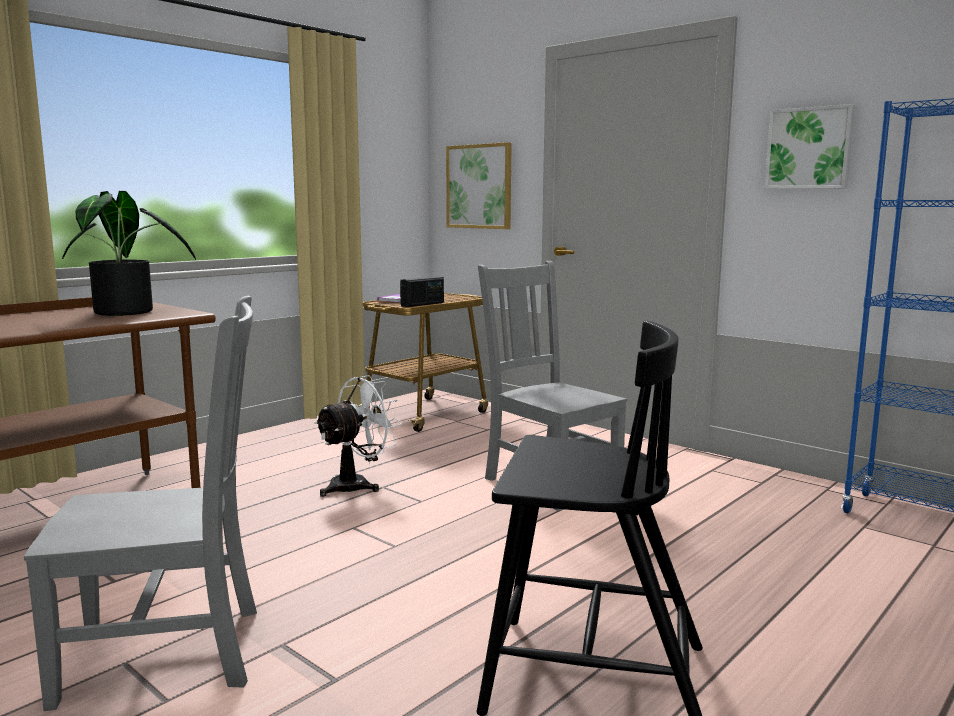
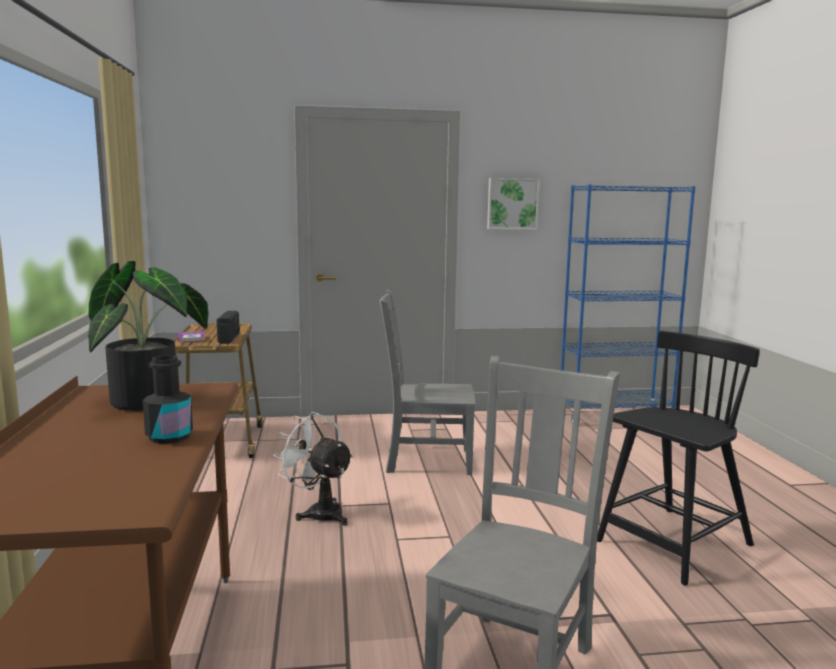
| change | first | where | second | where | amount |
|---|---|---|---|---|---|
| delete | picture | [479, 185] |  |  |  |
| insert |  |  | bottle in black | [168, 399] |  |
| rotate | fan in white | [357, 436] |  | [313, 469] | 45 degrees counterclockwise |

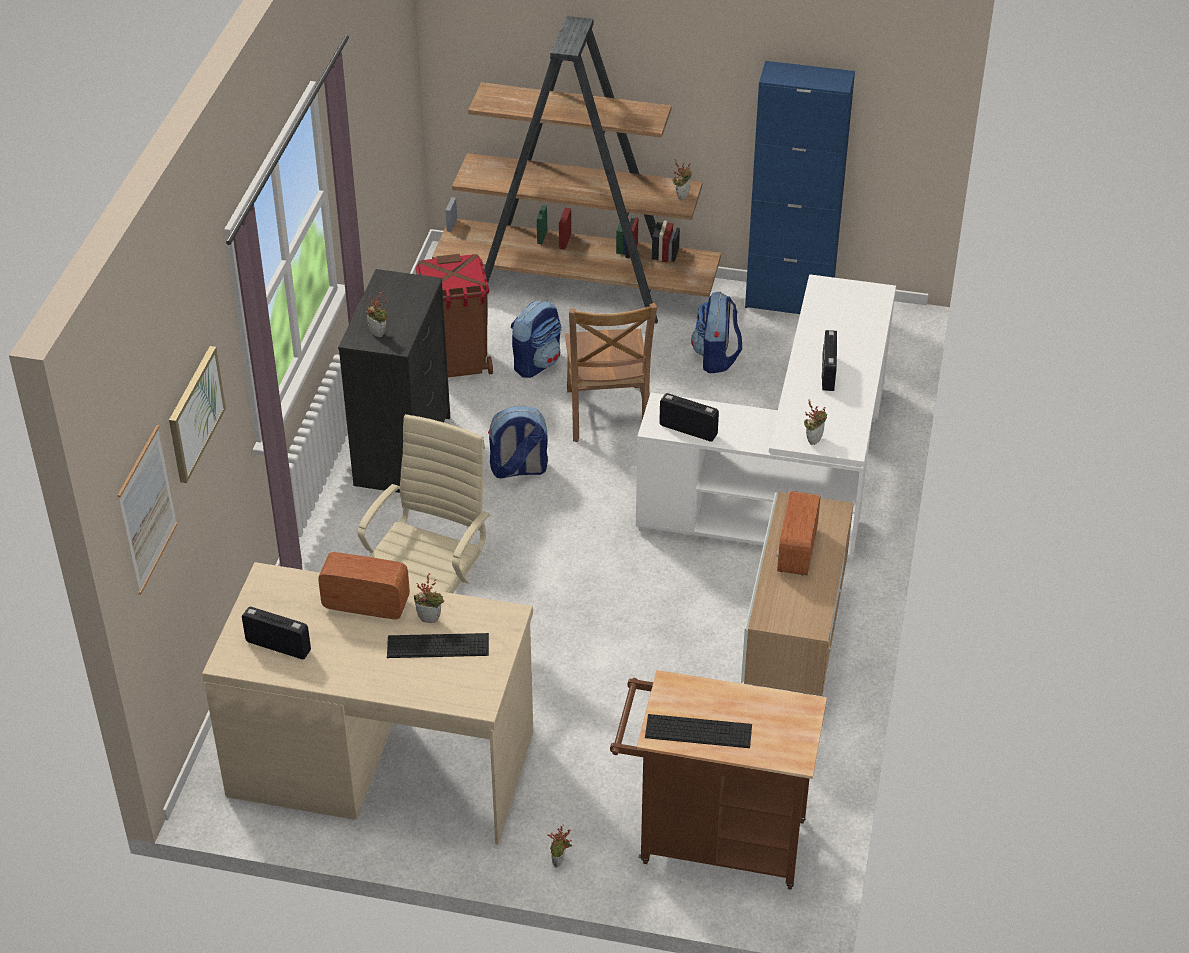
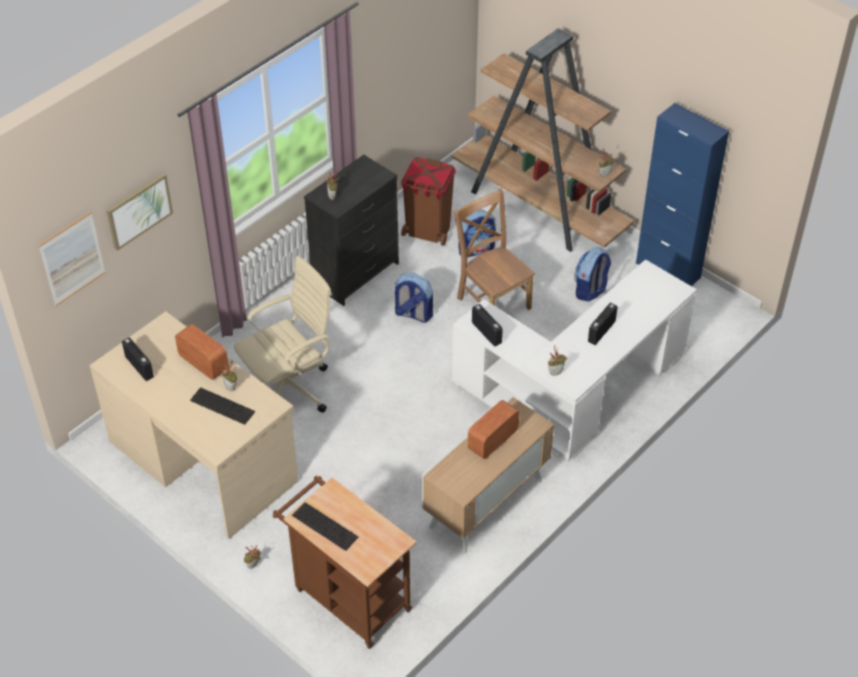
| change | first | where | second | where | amount |
|---|---|---|---|---|---|
| rotate | chair in brown | [611, 372] |  | [494, 249] | 120 degrees clockwise |

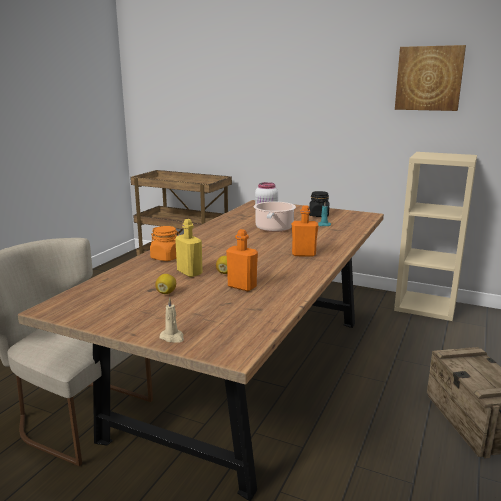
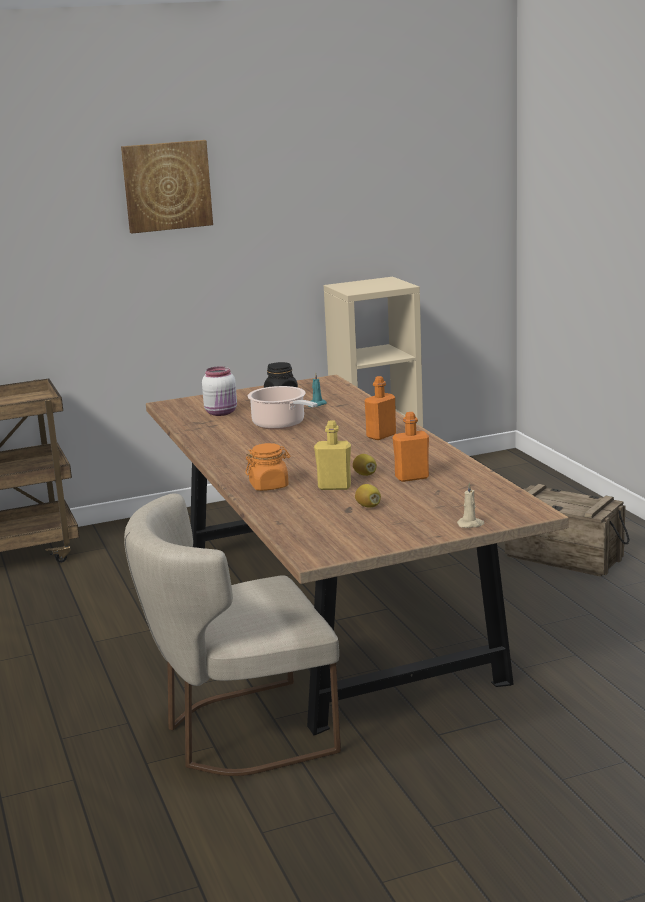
| change | first | where | second | where | amount |
|---|---|---|---|---|---|
| move | picture | [430, 78] |  | [167, 187] |  |

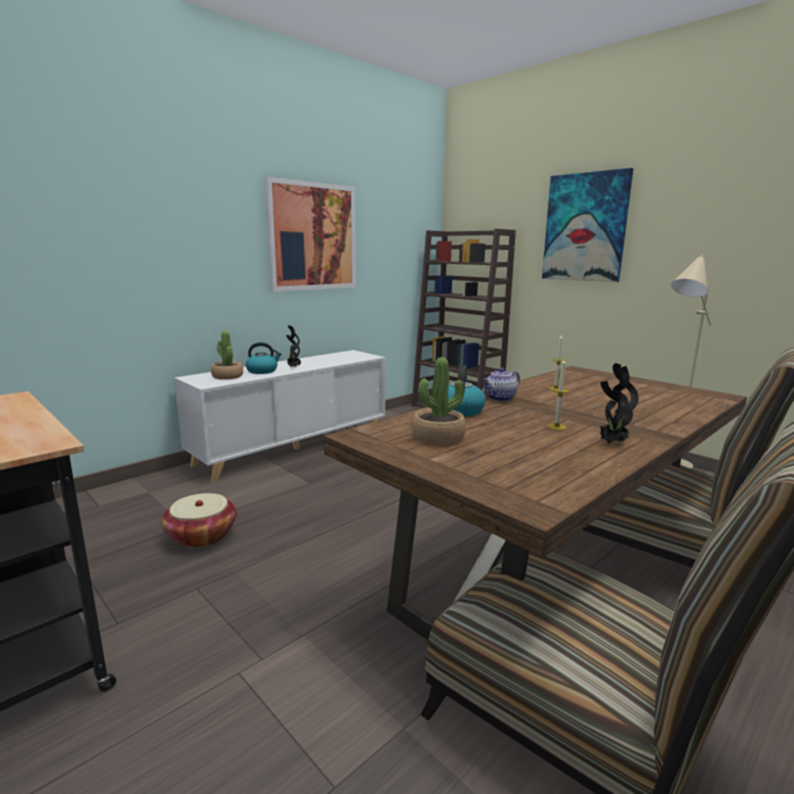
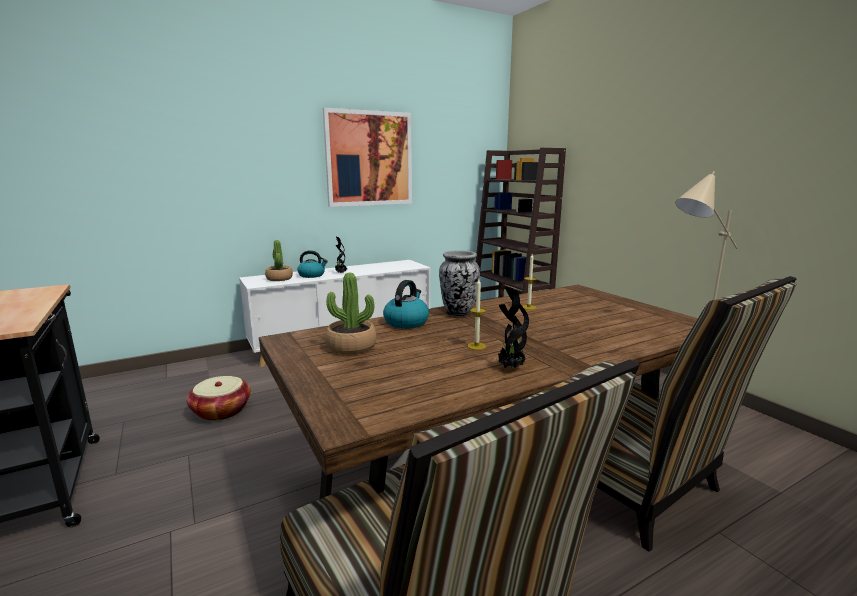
| change | first | where | second | where | amount |
|---|---|---|---|---|---|
| delete | picture | [588, 225] |  |  |  |
| replace | teapot | [500, 385] | vase | [459, 283] |  |

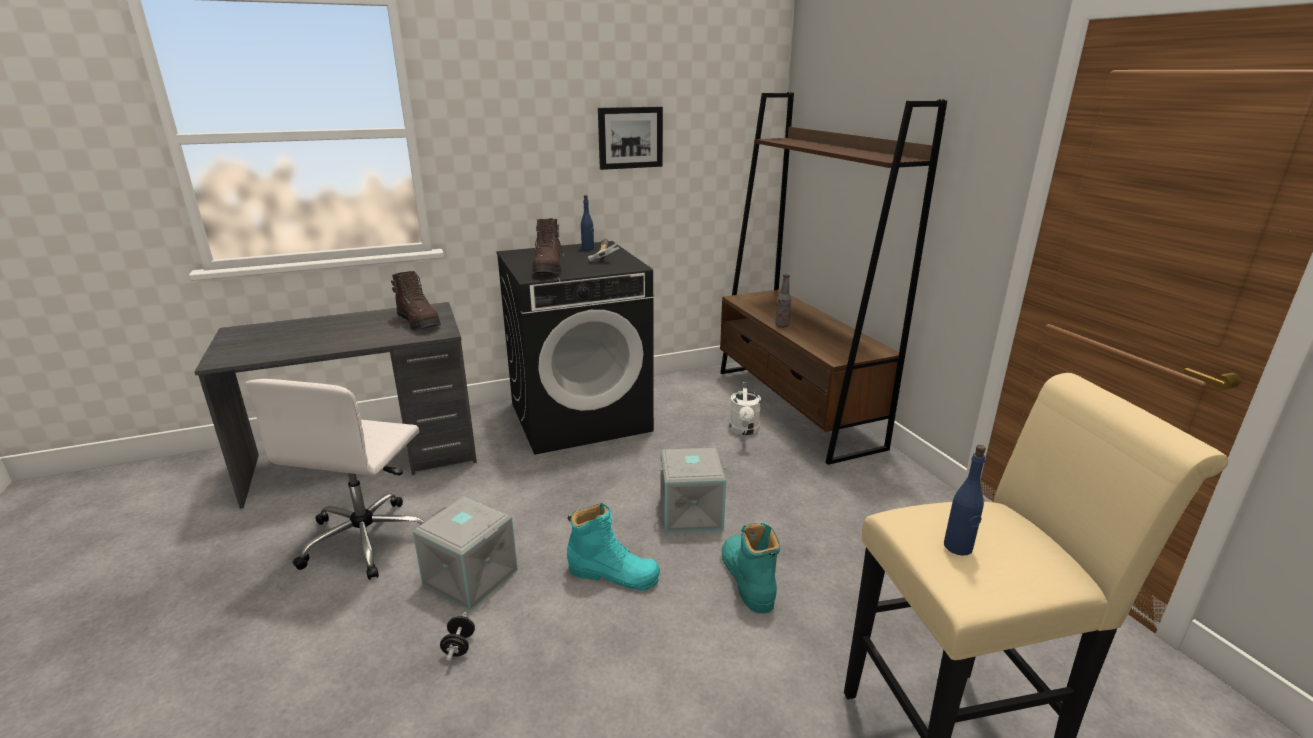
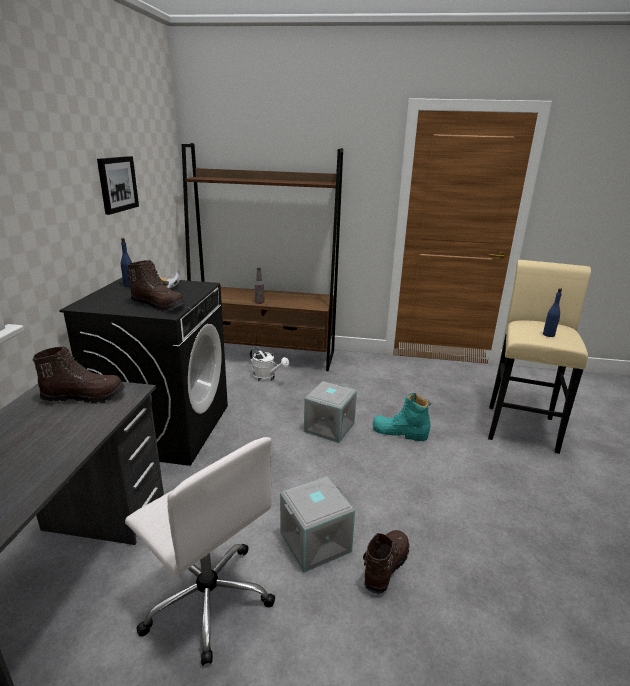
| change | first | where | second | where | amount |
|---|---|---|---|---|---|
| delete | boot in turquoise | [613, 547] |  |  |  |
| replace | dumbbell in black | [457, 637] | boot in brown | [386, 562] |  |

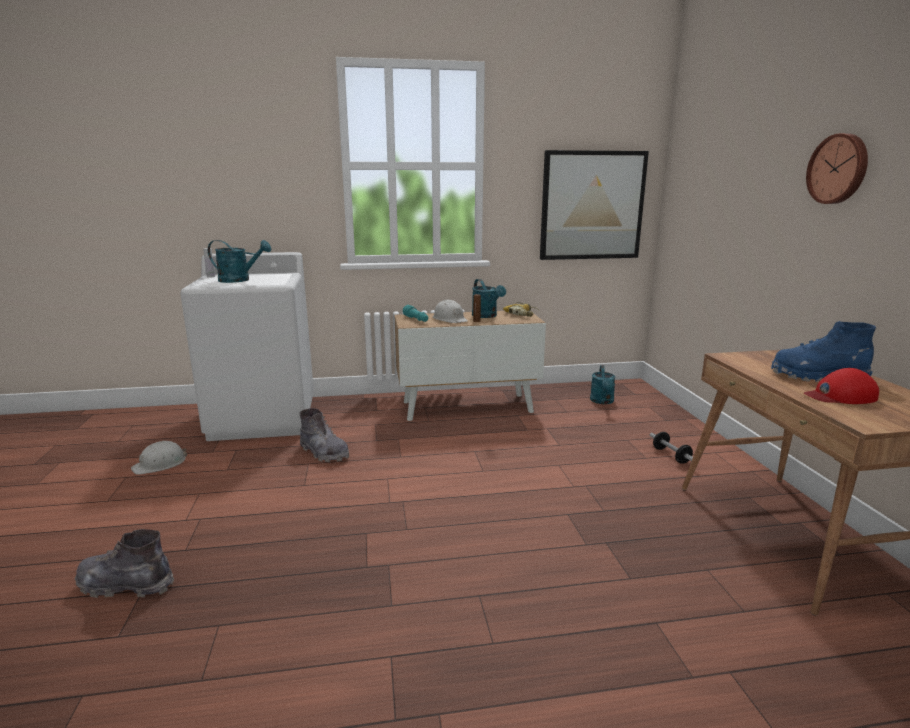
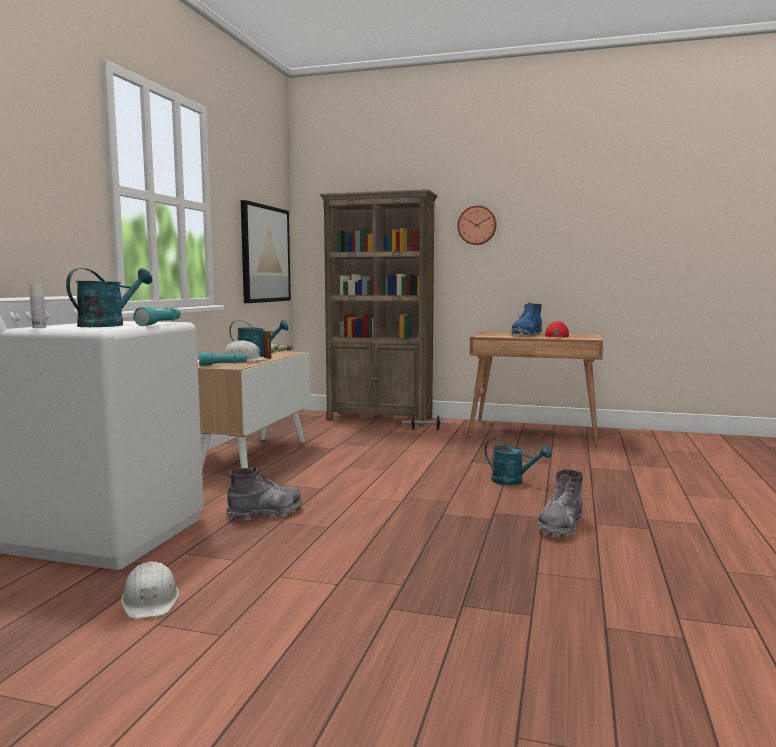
| change | first | where | second | where | amount |
|---|---|---|---|---|---|
| insert |  |  | flashlight in turquoise | [157, 316] |  |
| insert |  |  | bookcase in brown | [379, 307] |  |
| move | boot in grey | [124, 563] |  | [560, 504] |  |
| move | watering can in turquoise | [603, 384] |  | [518, 461] |  |

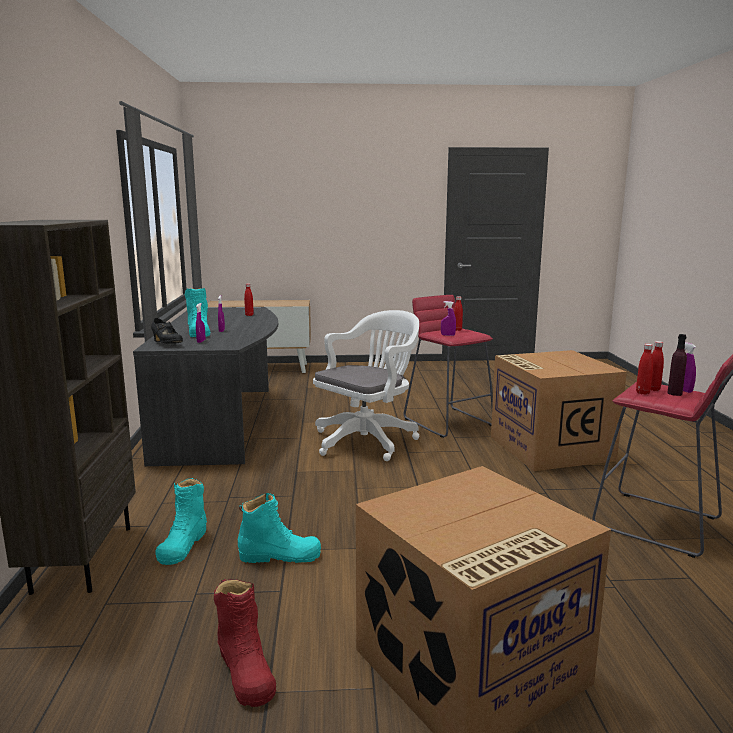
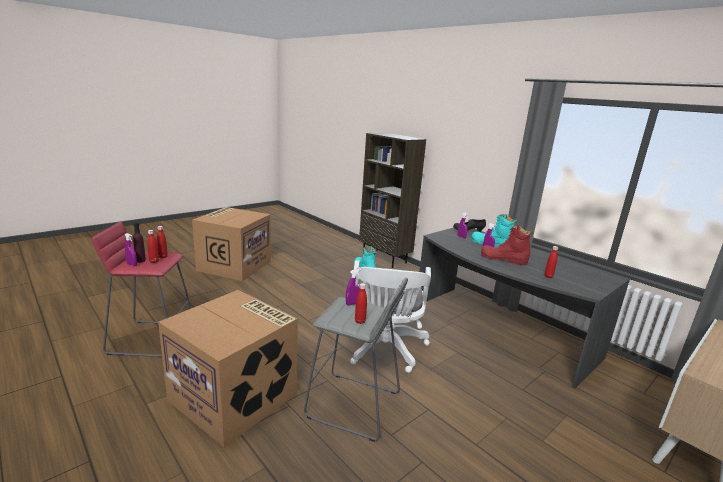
| change | first | where | second | where | amount |
|---|---|---|---|---|---|
| delete | boot in turquoise | [279, 528] |  |  |  |
| move | boot in red | [245, 643] |  | [507, 245] |  |
| recolor | stool in red | [448, 366] | stool in grey | [356, 360] |  |

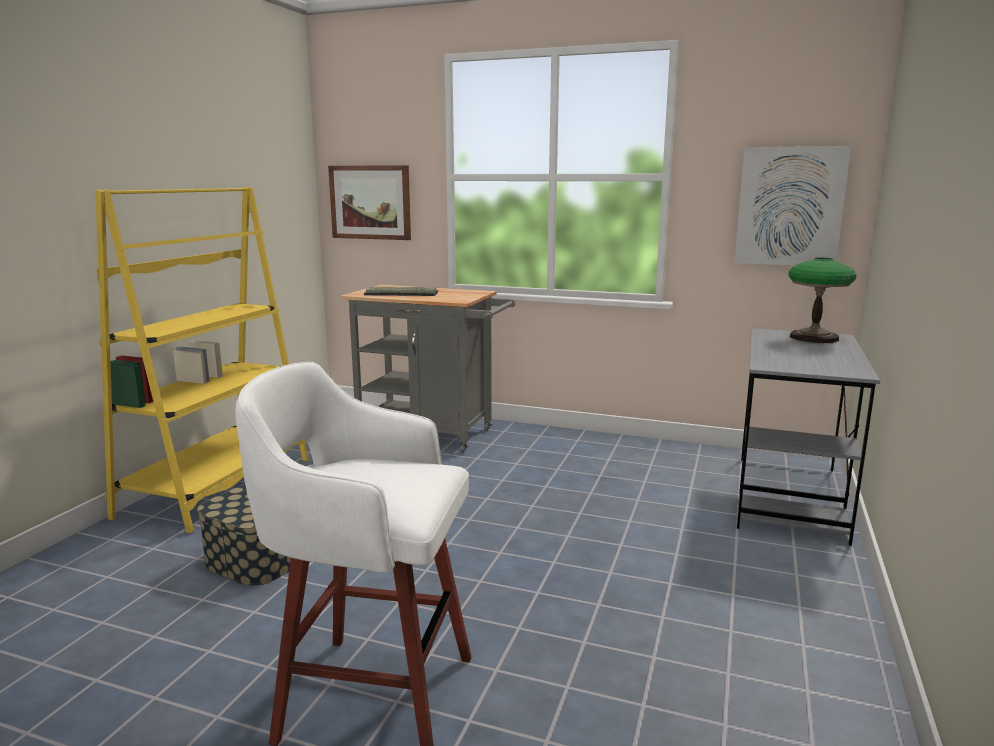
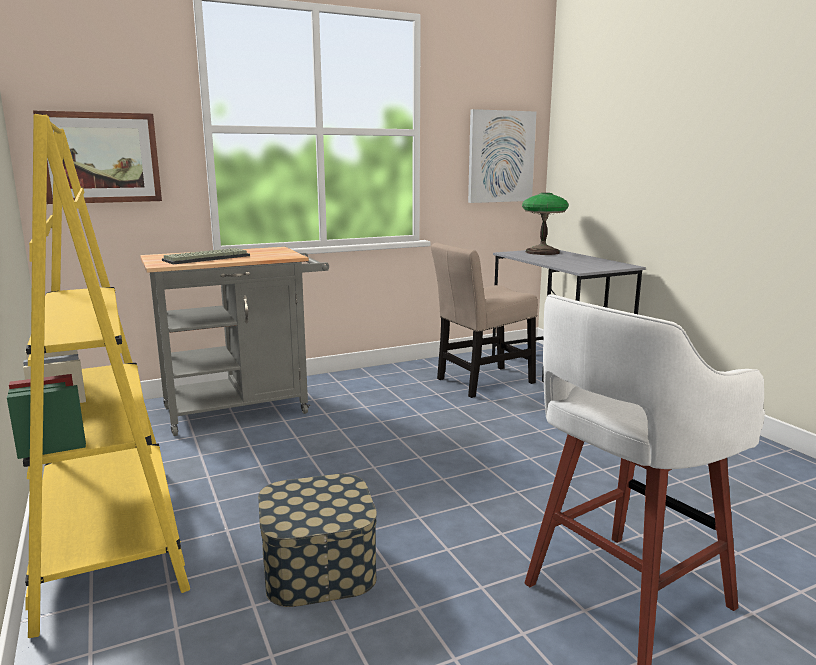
| change | first | where | second | where | amount |
|---|---|---|---|---|---|
| insert |  |  | chair in beige | [484, 320] |  |

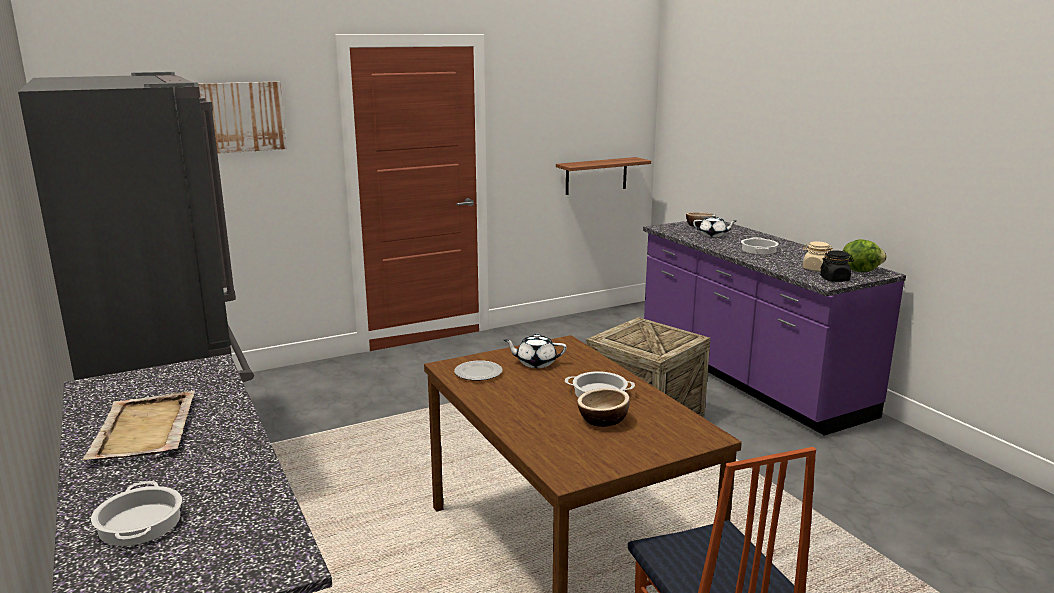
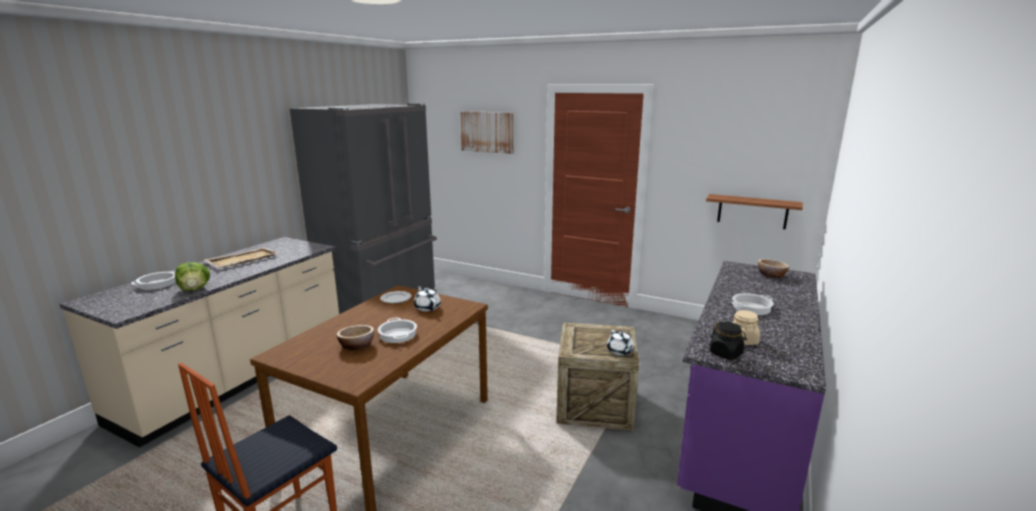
| change | first | where | second | where | amount |
|---|---|---|---|---|---|
| move | teapot in white | [714, 226] |  | [621, 343] |  |
| move | lettuce | [865, 255] |  | [192, 276] |  |

